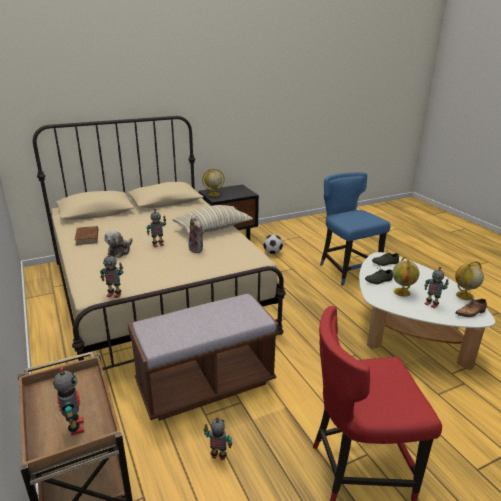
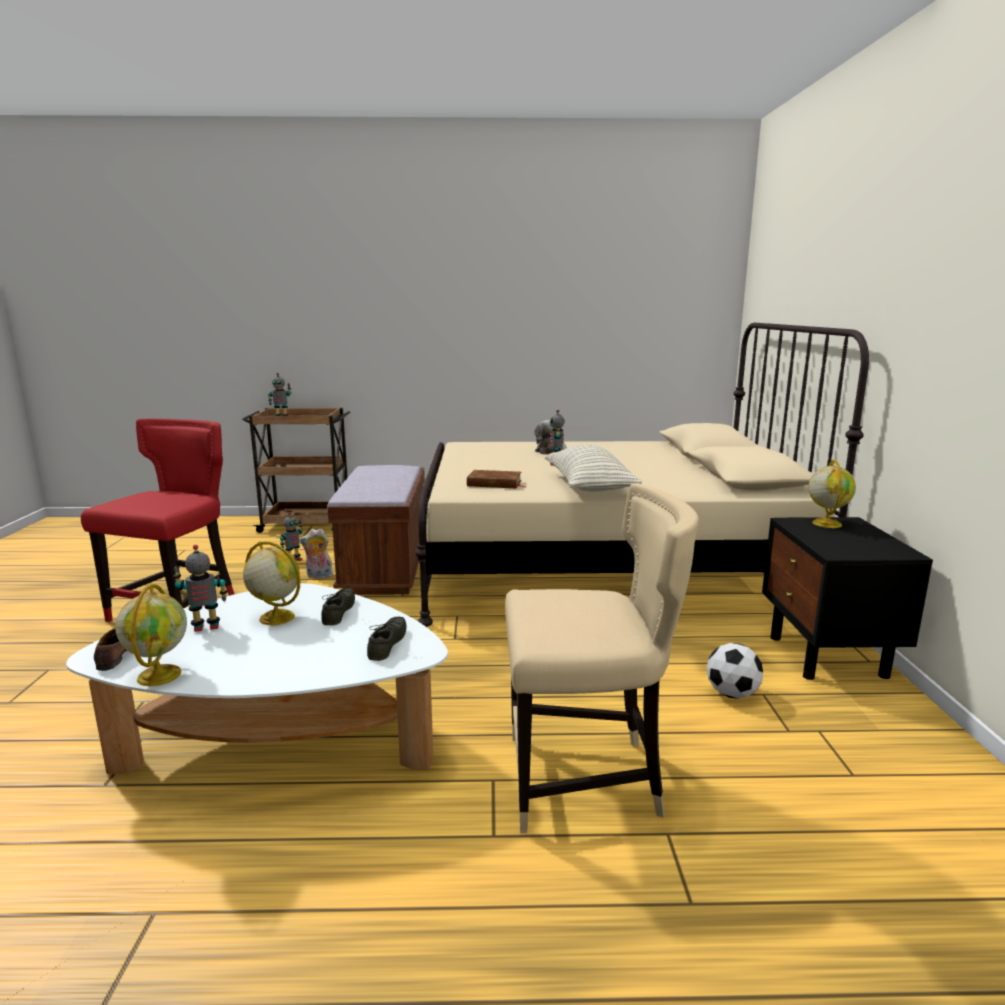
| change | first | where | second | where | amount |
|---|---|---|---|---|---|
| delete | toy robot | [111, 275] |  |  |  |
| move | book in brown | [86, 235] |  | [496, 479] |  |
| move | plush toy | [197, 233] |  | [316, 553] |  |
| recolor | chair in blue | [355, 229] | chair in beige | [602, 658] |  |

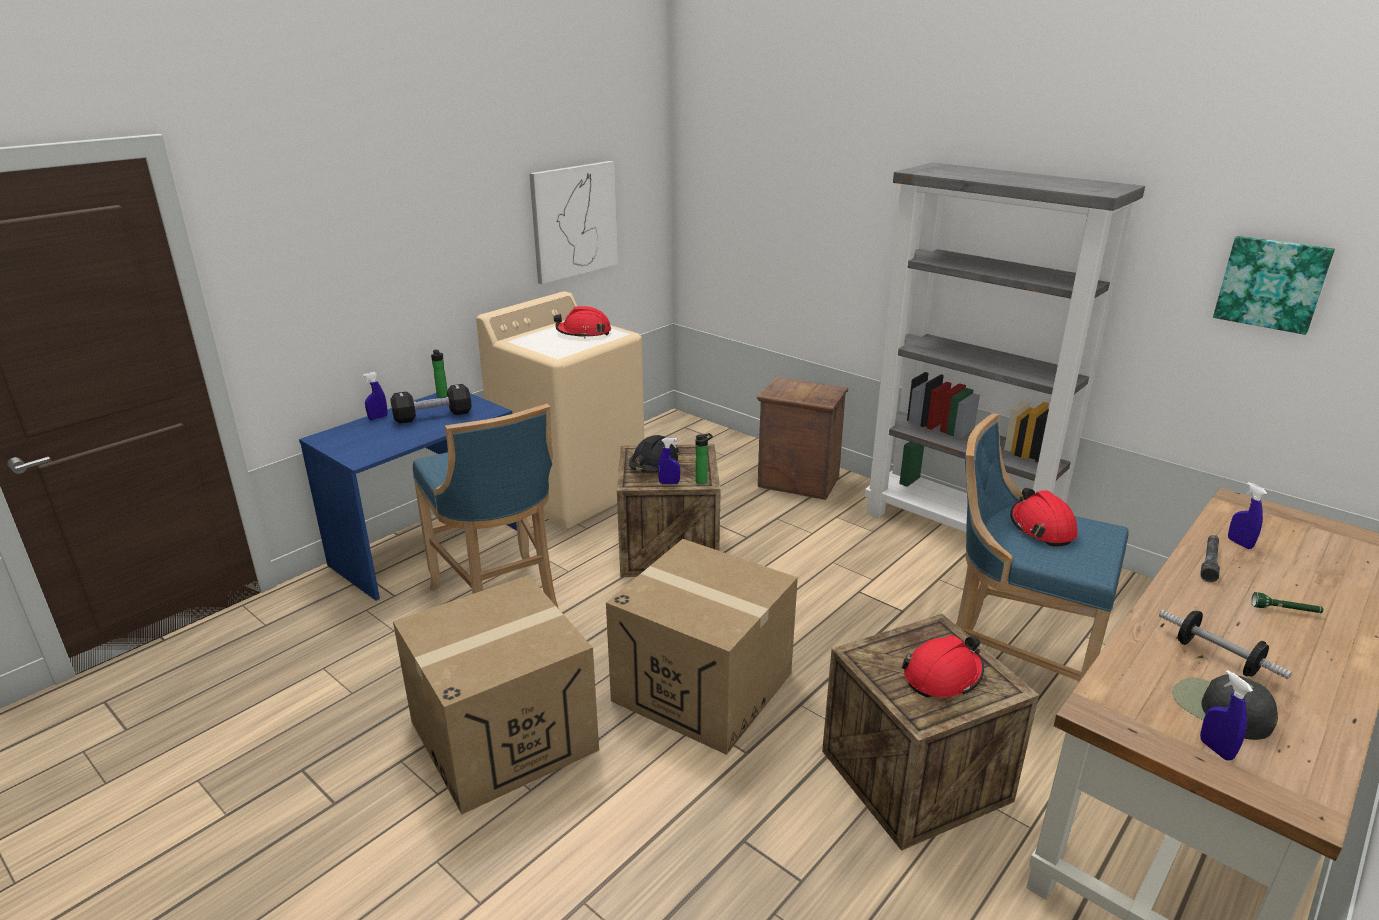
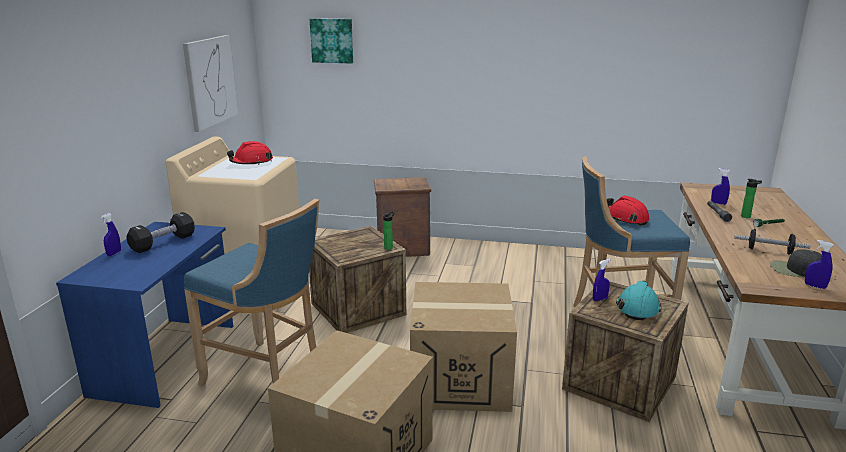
| change | first | where | second | where | amount |
|---|---|---|---|---|---|
| delete | hard hat in black | [654, 453] |  |  |  |
| delete | bookcase in grey | [1005, 347] |  |  |  |
| move | bottle | [439, 374] |  | [751, 198] |  |
| move | spray bottle in blue | [669, 461] |  | [601, 280] |  |
| move | picture | [1274, 285] |  | [331, 41] |  |
| recolor | hard hat in red | [943, 666] | hard hat in turquoise | [638, 300] |  |

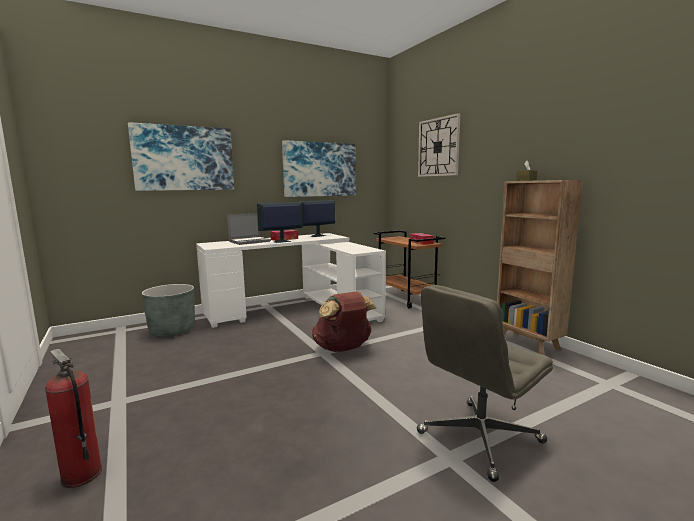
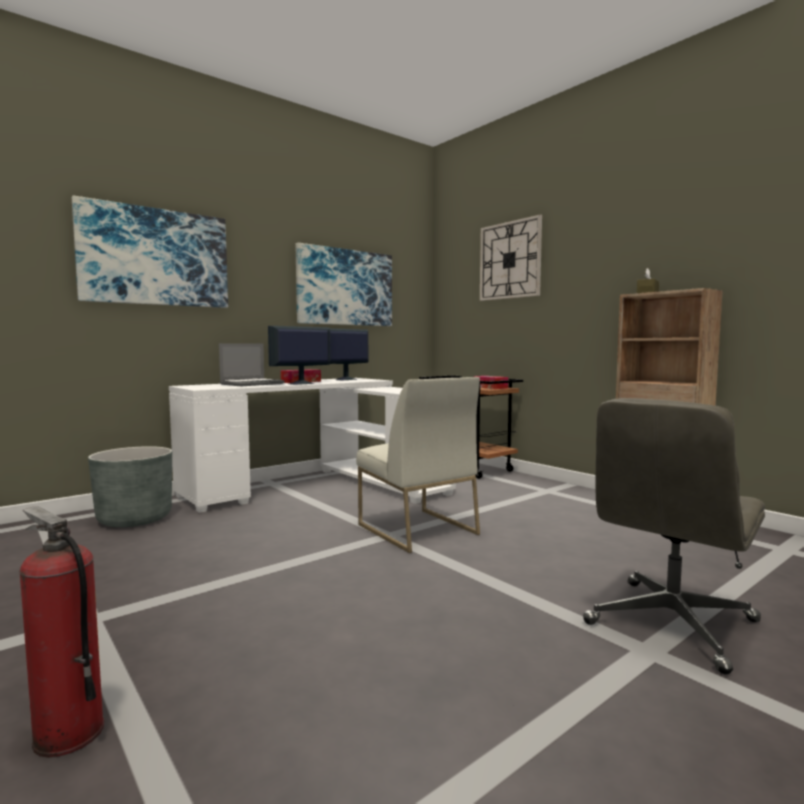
| change | first | where | second | where | amount |
|---|---|---|---|---|---|
| replace | backpack in brown | [344, 322] | chair in white | [418, 465] |  |

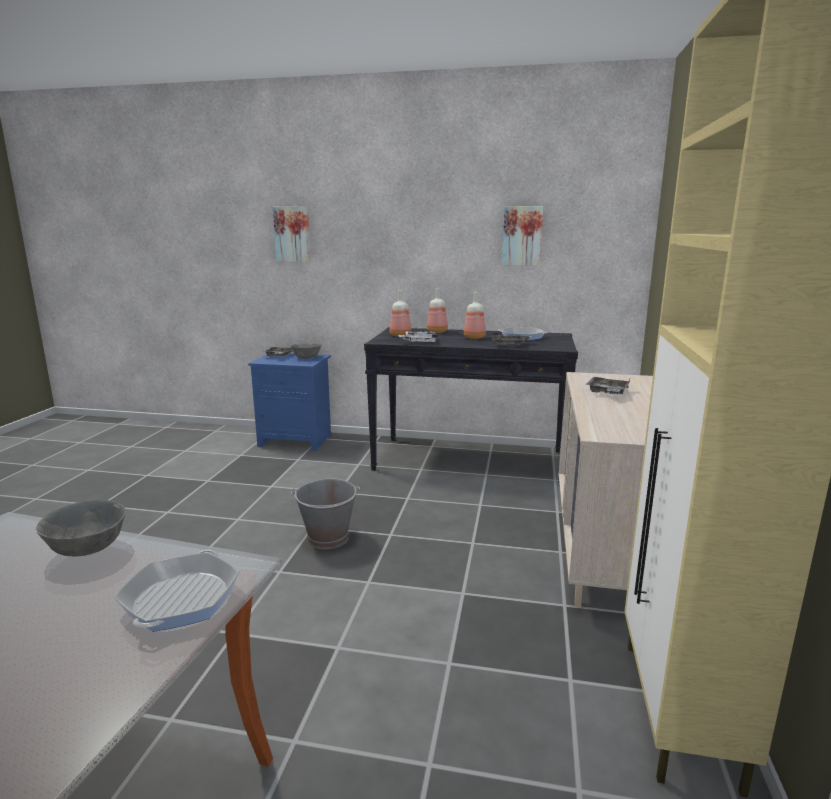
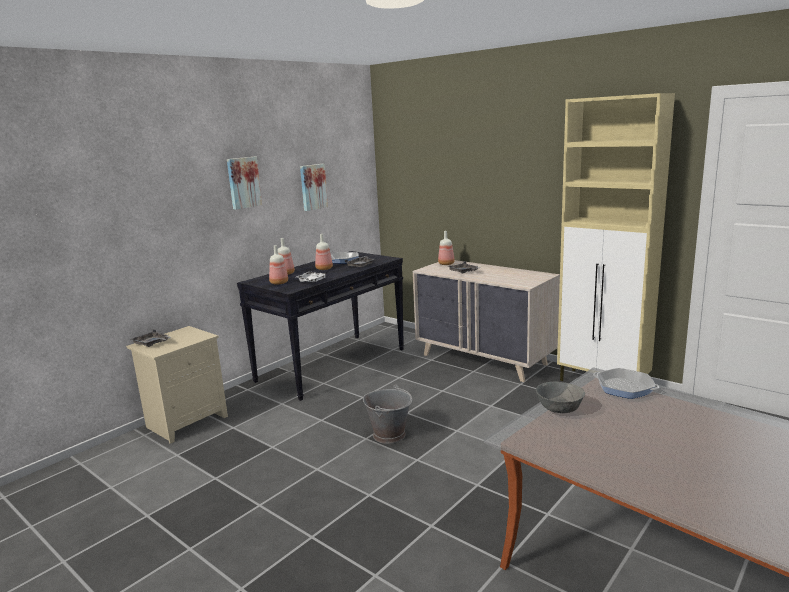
| change | first | where | second | where | amount |
|---|---|---|---|---|---|
| delete | bowl in grey | [306, 351] |  |  |  |
| insert |  |  | bottle | [446, 248] |  |
| move | picture | [292, 234] |  | [244, 183] |  |
| recolor | nightstand in blue | [289, 402] | nightstand in beige | [177, 385] |  |

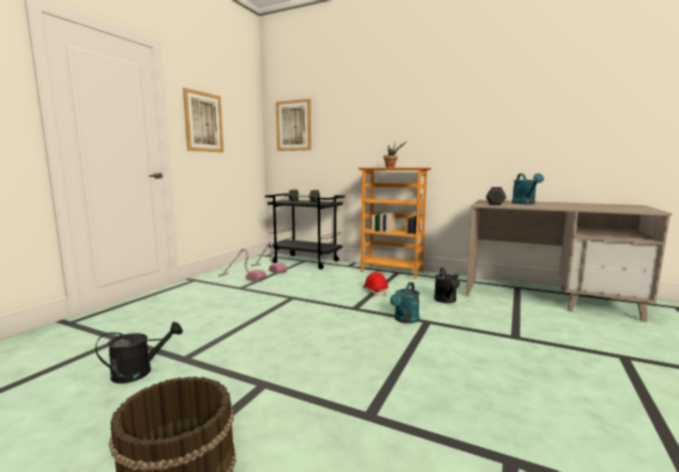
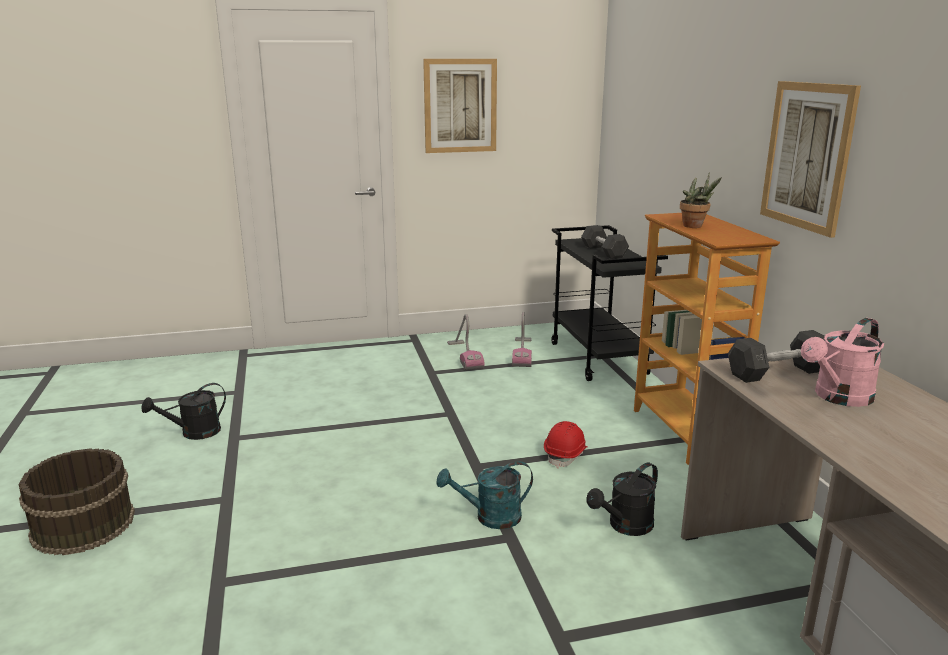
| change | first | where | second | where | amount |
|---|---|---|---|---|---|
| move | picture | [293, 125] |  | [810, 159] |  |
| recolor | watering can in turquoise | [528, 189] | watering can in pink | [842, 362] |  |
| rotate | watering can in black | [139, 353] |  | [183, 411] | 120 degrees clockwise |

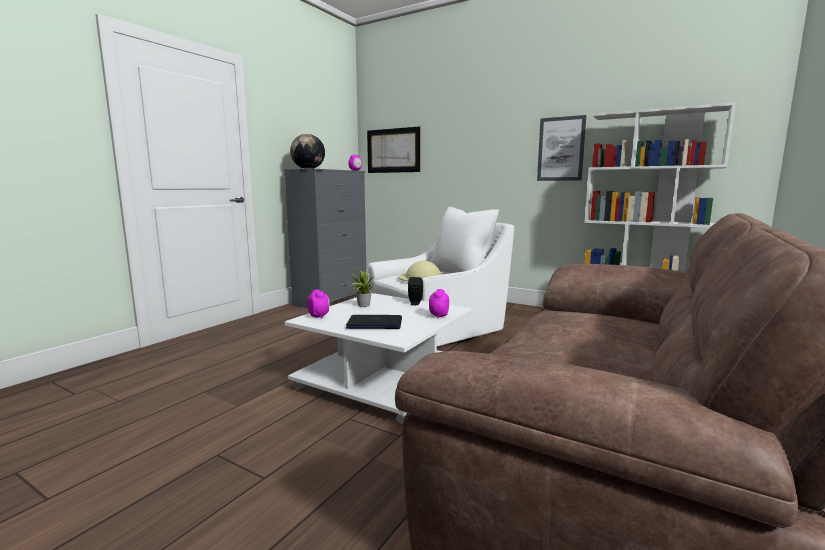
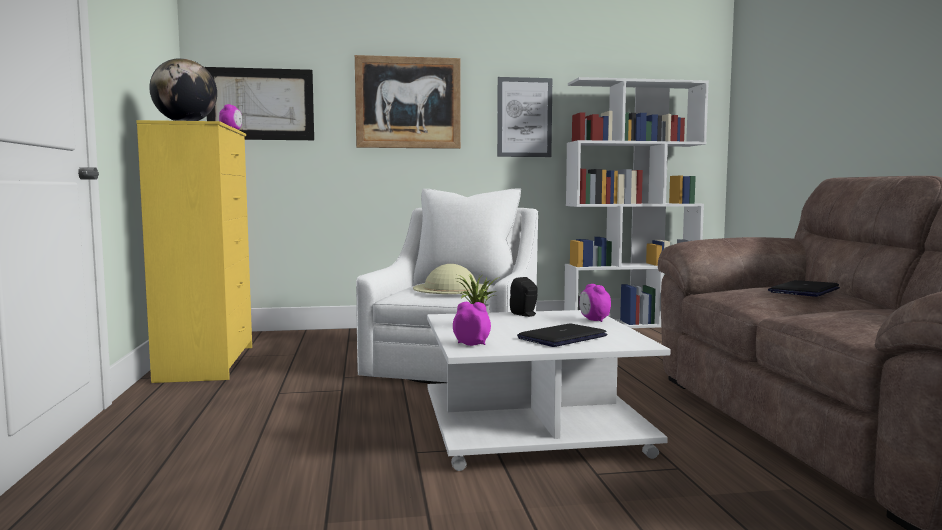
| change | first | where | second | where | amount |
|---|---|---|---|---|---|
| insert |  |  | picture | [408, 102] |  |
| insert |  |  | laptop | [804, 288] |  |
| recolor | dresser in grey | [325, 238] | dresser in yellow | [194, 251] |  |

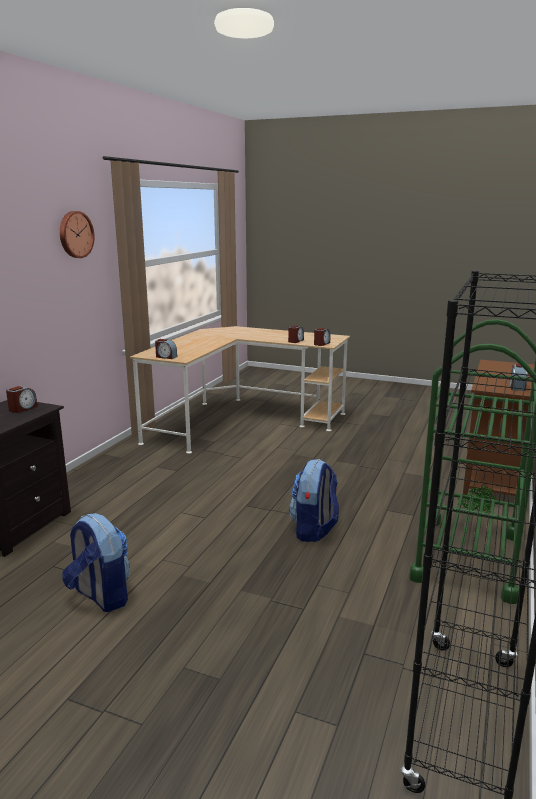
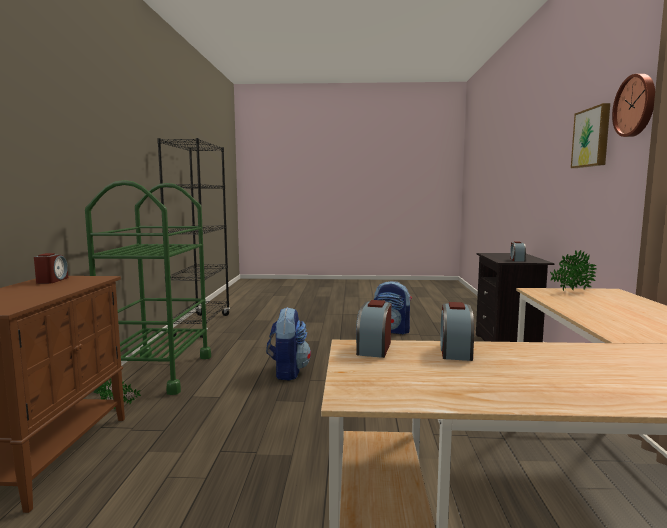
| change | first | where | second | where | amount |
|---|---|---|---|---|---|
| insert |  |  | picture | [590, 135] |  |
| replace | alarm clock | [166, 349] | potted plant | [573, 270] |  |

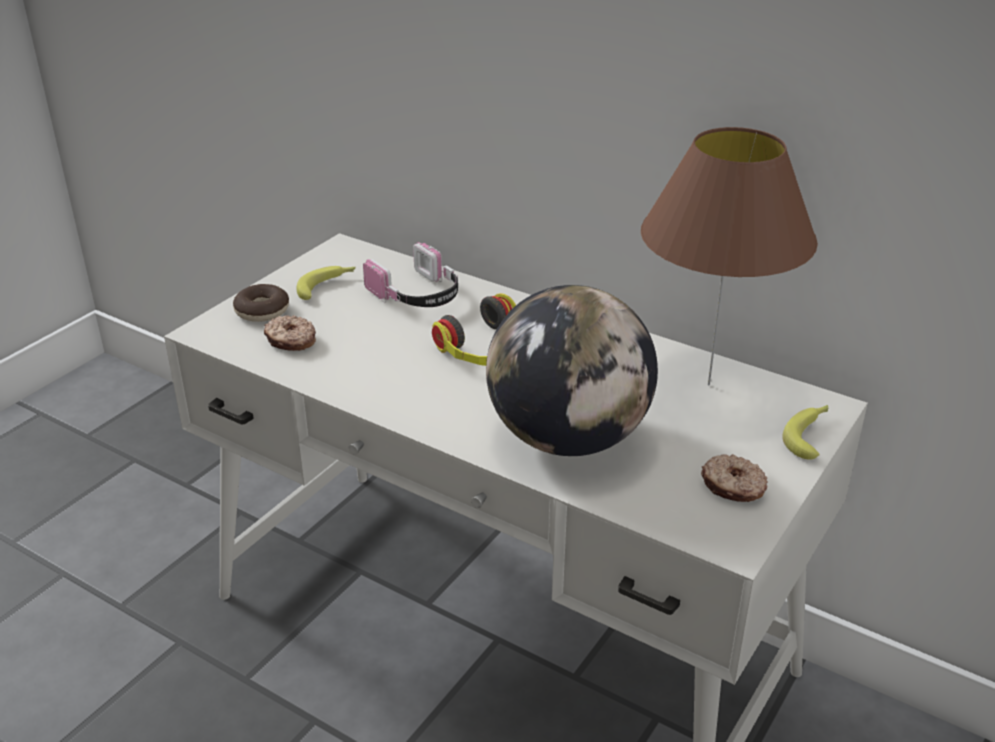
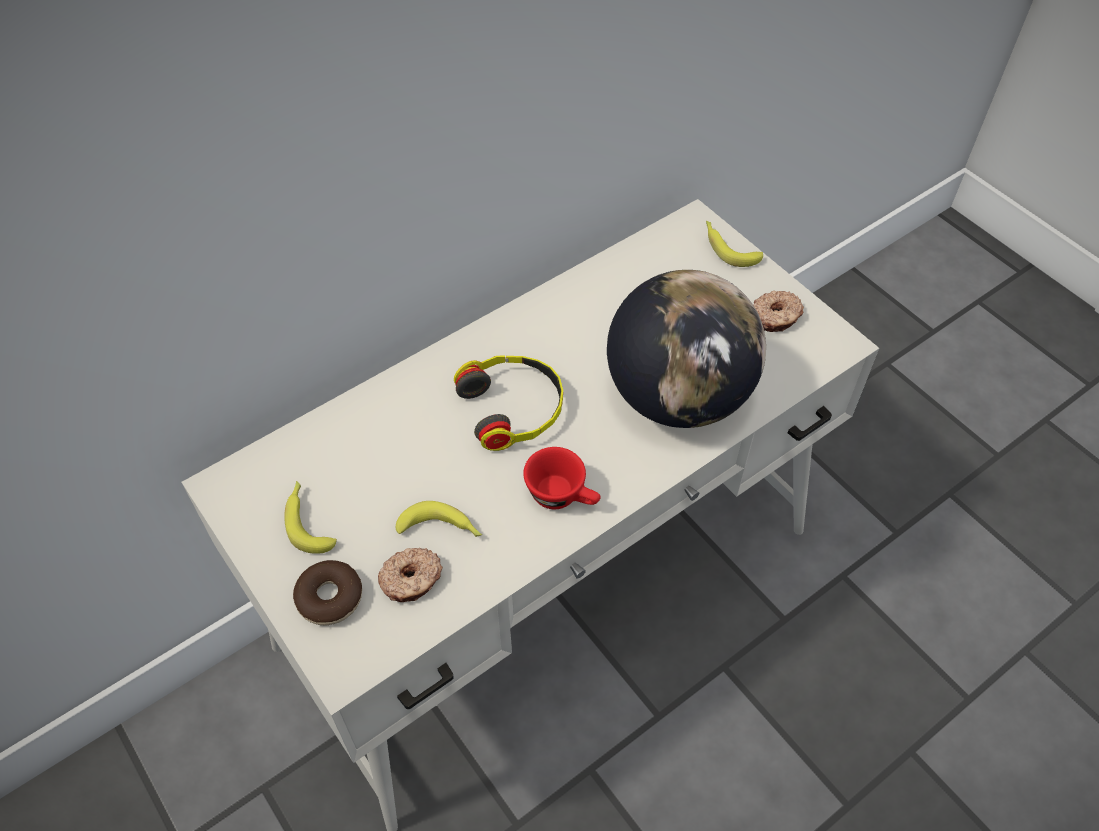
| change | first | where | second | where | amount |
|---|---|---|---|---|---|
| delete | headphones | [410, 274] |  |  |  |
| delete | table lamp in brown | [729, 256] |  |  |  |
| insert |  |  | banana | [439, 519] |  |
| insert |  |  | cup in red | [562, 478] |  |

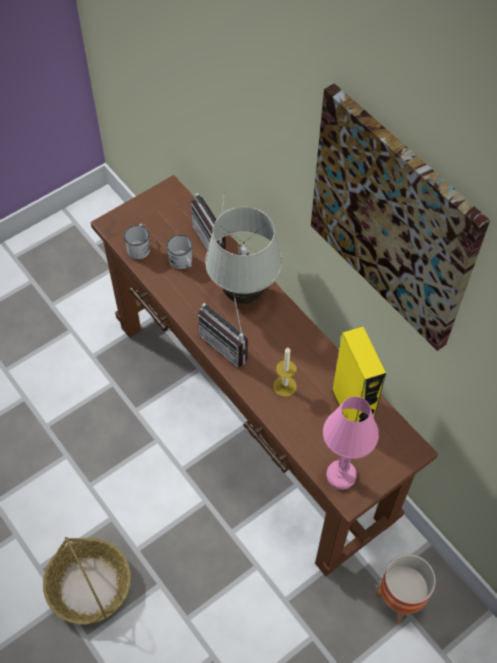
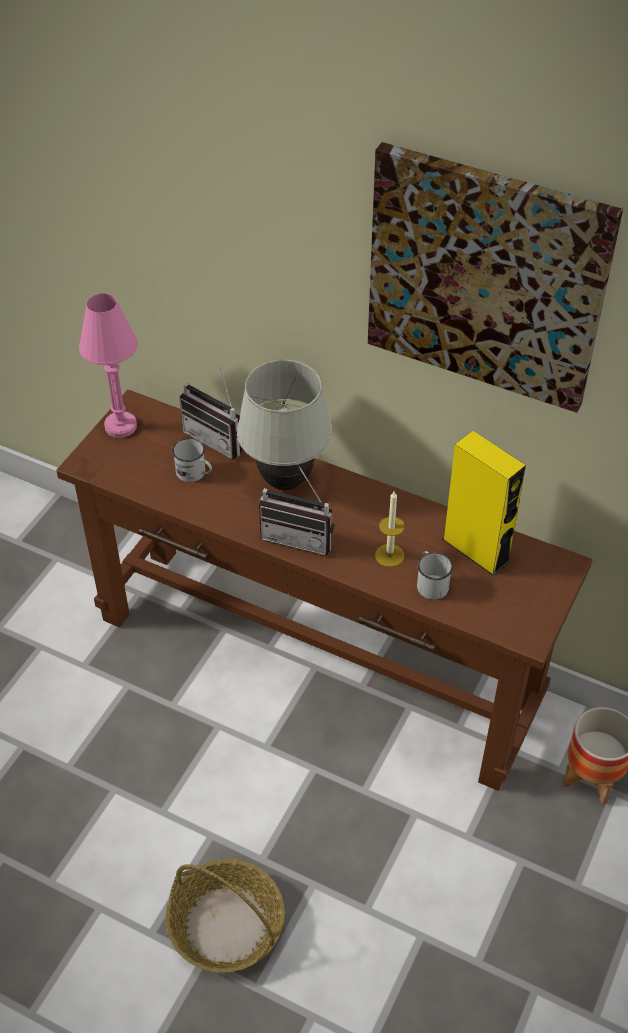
| change | first | where | second | where | amount |
|---|---|---|---|---|---|
| move | mug in white | [137, 241] |  | [435, 575] |  |
| move | table lamp in pink | [351, 443] |  | [108, 365] |  |

